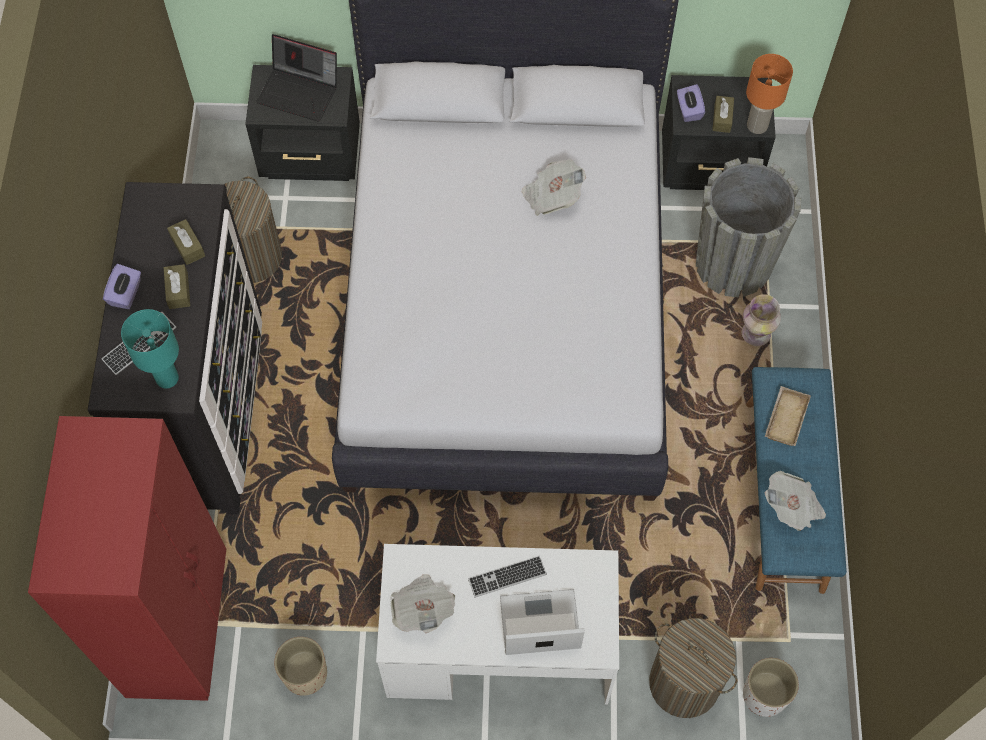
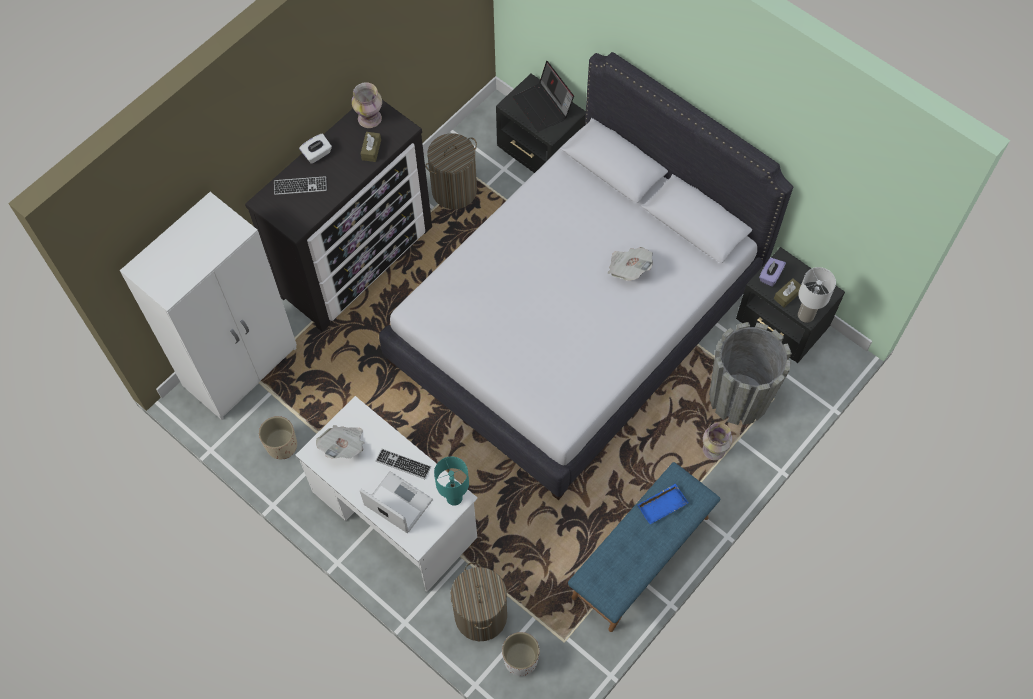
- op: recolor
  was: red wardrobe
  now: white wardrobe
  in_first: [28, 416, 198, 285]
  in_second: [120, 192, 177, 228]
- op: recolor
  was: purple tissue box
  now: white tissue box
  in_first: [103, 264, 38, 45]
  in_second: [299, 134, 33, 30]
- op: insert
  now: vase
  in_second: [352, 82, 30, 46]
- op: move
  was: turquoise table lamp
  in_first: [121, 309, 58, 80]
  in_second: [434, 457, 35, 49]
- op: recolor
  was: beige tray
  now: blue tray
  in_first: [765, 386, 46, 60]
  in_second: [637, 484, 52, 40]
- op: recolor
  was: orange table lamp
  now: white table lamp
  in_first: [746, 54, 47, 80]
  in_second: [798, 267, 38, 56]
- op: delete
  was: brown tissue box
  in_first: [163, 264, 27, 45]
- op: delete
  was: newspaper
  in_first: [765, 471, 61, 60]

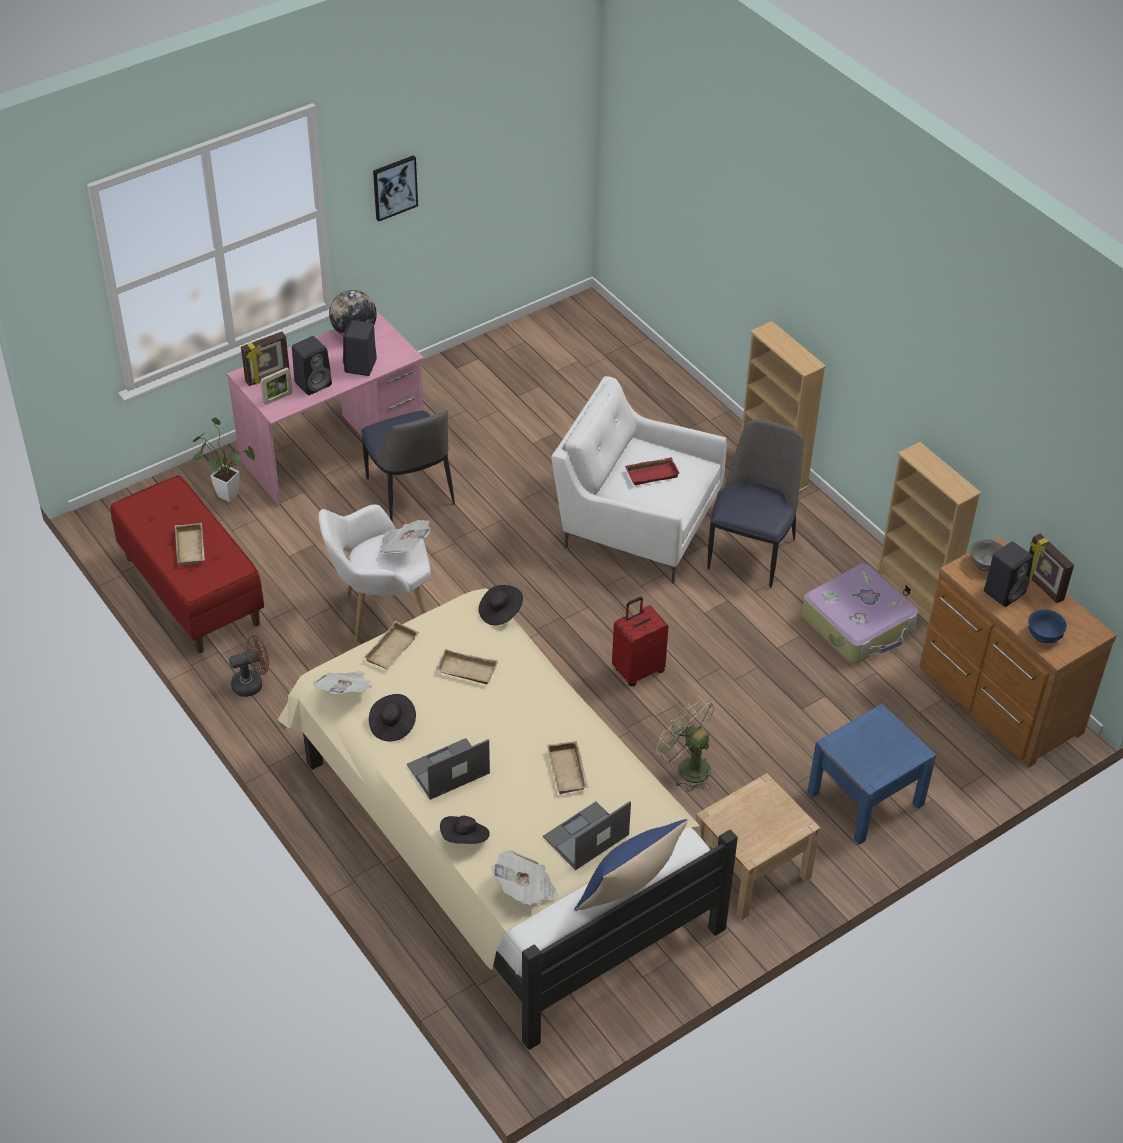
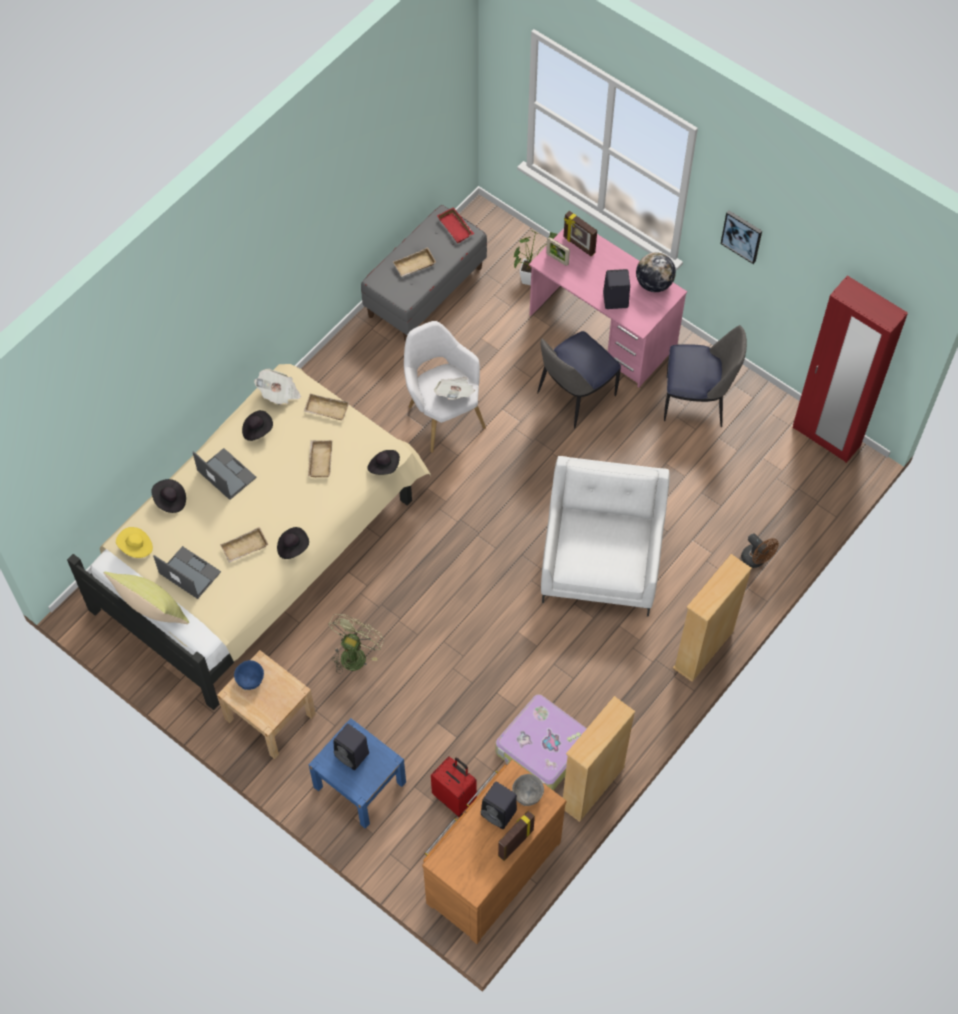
- op: recolor
  was: blue pillow
  now: yellow pillow
  in_first: [574, 819, 114, 92]
  in_second: [104, 572, 85, 52]
- op: replace
  was: newspaper
  now: yellow hat
  in_first: [491, 851, 67, 54]
  in_second: [116, 527, 37, 31]
- op: move
  was: blue bowl
  in_first: [1028, 609, 39, 34]
  in_second: [234, 660, 30, 30]
- op: insert
  now: black hat
  in_second: [277, 527, 32, 32]
- op: move
  was: black speaker
  in_first: [292, 336, 40, 59]
  in_second: [334, 724, 35, 46]
- op: recolor
  was: red bench
  now: grey bench
  in_first: [111, 475, 153, 178]
  in_second: [361, 205, 126, 137]
- op: move
  was: red suitcase
  in_first: [612, 597, 57, 89]
  in_second: [431, 757, 46, 61]
- op: move
  was: red tray
  in_first: [625, 457, 55, 28]
  in_second: [437, 207, 37, 36]
- op: move
  was: chair
  in_first: [707, 420, 97, 168]
  in_second: [664, 325, 83, 102]
- op: move
  was: brown fan
  in_first: [229, 635, 40, 62]
  in_second: [741, 533, 38, 35]
- op: insert
  now: red wardrobe
  in_second: [793, 275, 115, 188]

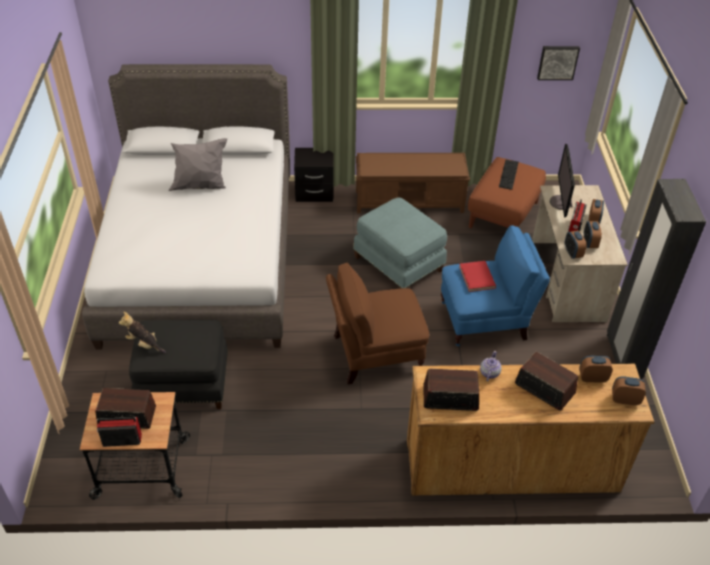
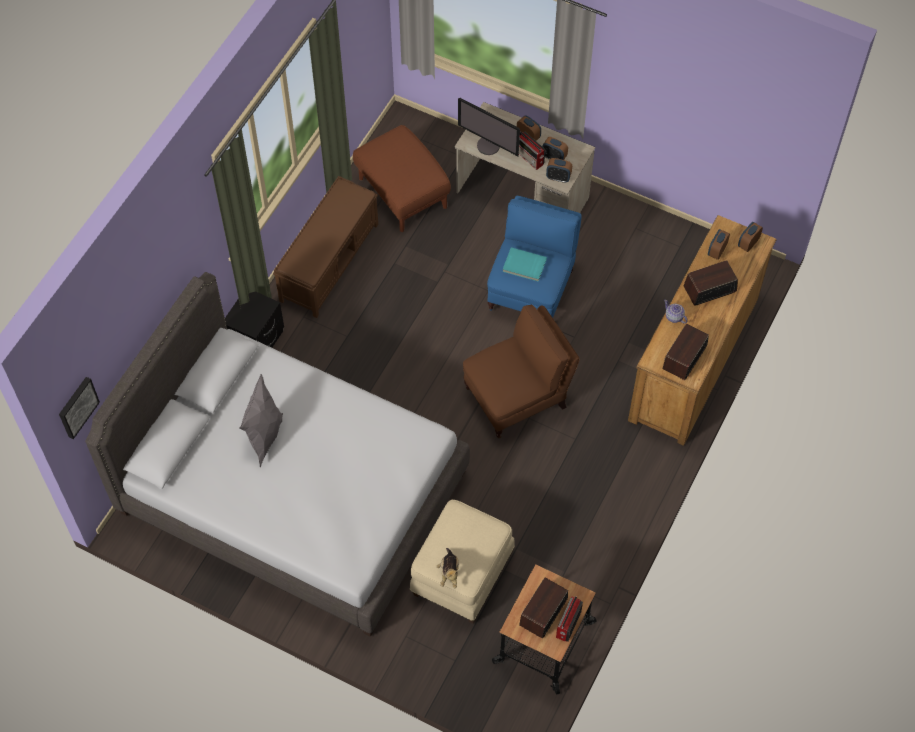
- op: move
  was: picture
  in_first: [537, 46, 43, 34]
  in_second: [59, 377, 41, 62]
- op: recolor
  was: black ottoman
  now: beige ottoman
  in_first: [129, 320, 99, 89]
  in_second: [410, 500, 105, 124]
- op: rotate
  was: plush toy
  in_first: [119, 312, 47, 41]
  in_second: [437, 548, 22, 40]
  clockwise: -60
- op: rotate
  was: brown armchair
  in_first: [326, 262, 103, 122]
  in_second: [463, 304, 116, 134]
  clockwise: -135
- op: recolor
  was: red book
  now: turquoise book
  in_first: [459, 261, 37, 31]
  in_second: [502, 247, 45, 35]
- op: delete
  was: blue ottoman
  in_first: [353, 197, 94, 92]
- op: delete
  was: keyboard
  in_first: [499, 160, 20, 30]
- op: delete
  was: black wardrobe
  in_first: [607, 179, 99, 199]

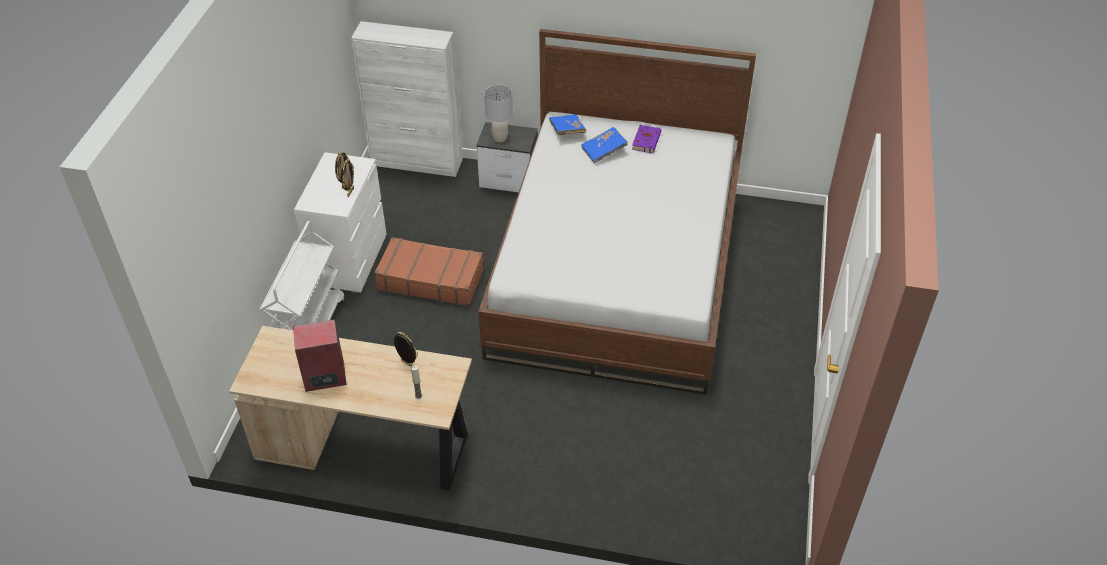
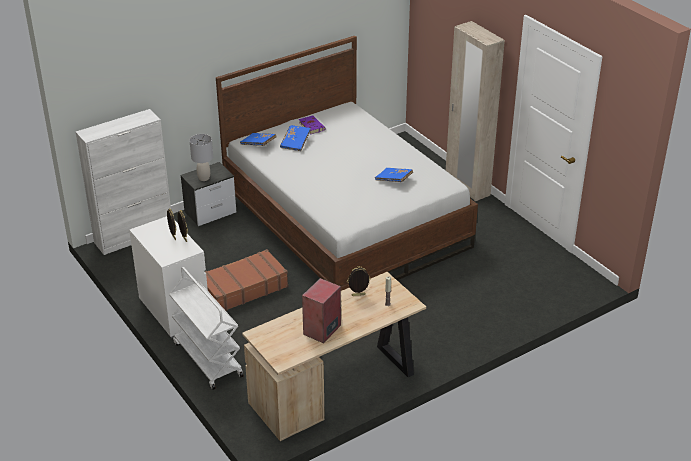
- op: insert
  now: blue book
  in_second: [375, 168, 38, 14]
- op: insert
  now: beige wardrobe
  in_second: [446, 21, 59, 180]

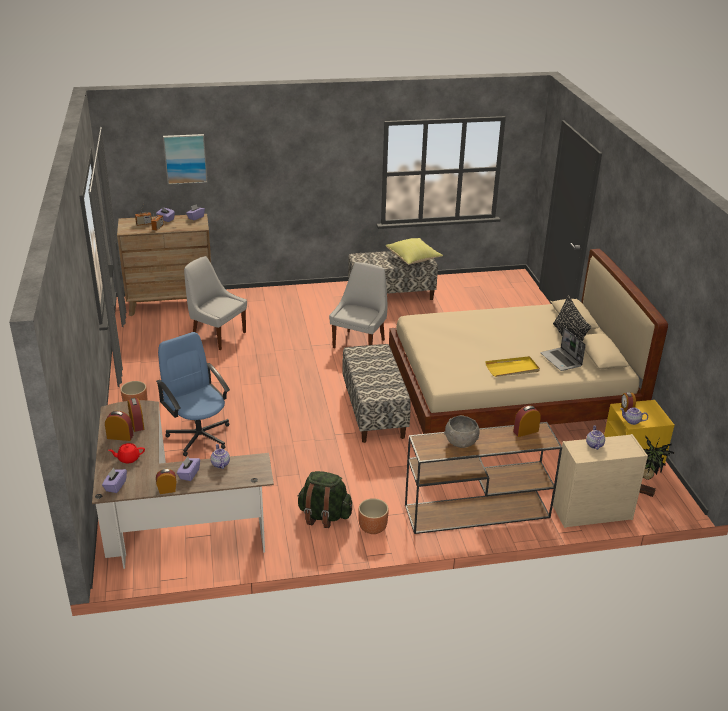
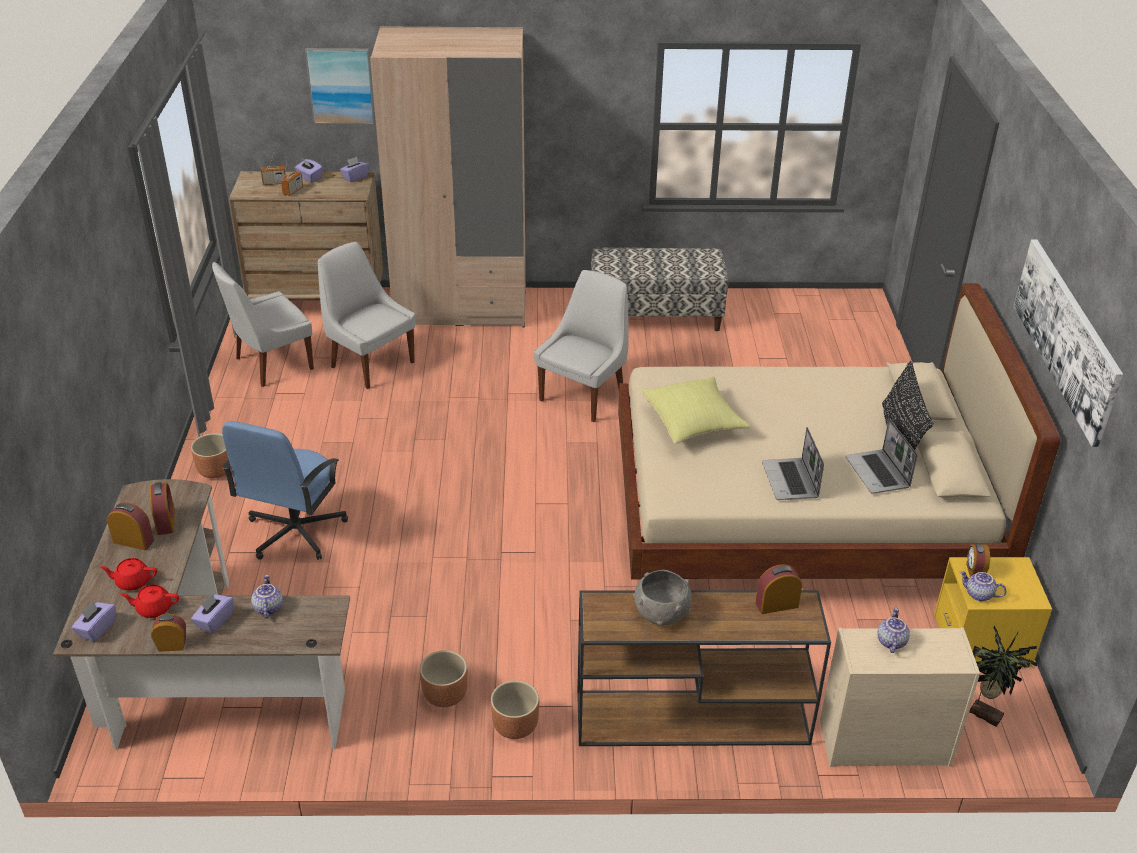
- op: insert
  now: red teapot
  in_second: [120, 584, 59, 34]
- op: insert
  now: white chair
  in_second: [212, 262, 102, 125]
- op: rotate
  was: blue office chair
  in_first: [156, 332, 74, 124]
  in_second: [222, 421, 126, 139]
  clockwise: -135
- op: insert
  now: beige wardrobe
  in_second: [370, 26, 156, 301]
- op: replace
  was: green backpack
  now: brown planter
  in_first: [298, 471, 54, 57]
  in_second: [420, 650, 48, 57]
- op: move
  was: yellow pillow
  in_first: [386, 238, 57, 27]
  in_second: [642, 376, 108, 68]
- op: replace
  was: yellow tray
  now: laptop
  in_first: [485, 356, 55, 21]
  in_second: [762, 427, 62, 73]
- op: insert
  now: picture
  in_second: [1013, 239, 110, 208]
- op: delete
  was: bench
  in_first: [342, 344, 69, 99]

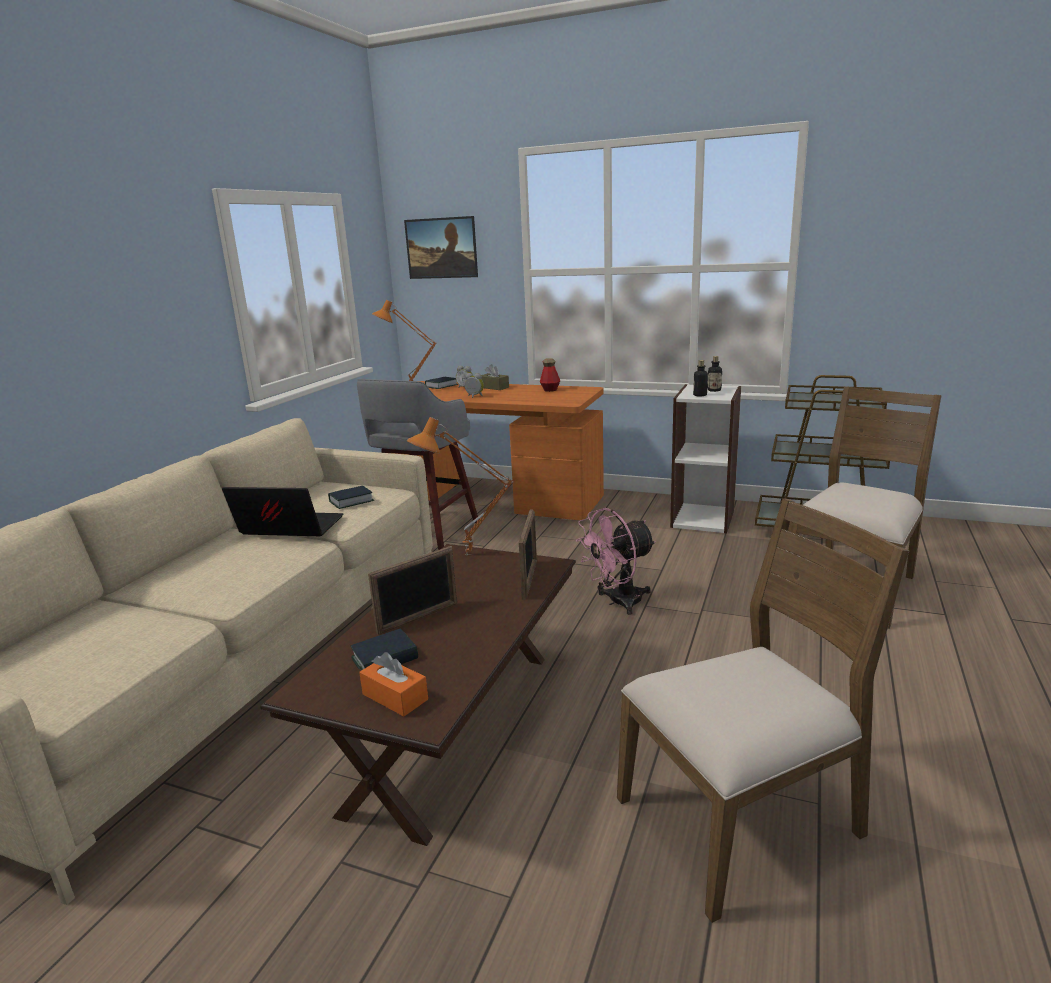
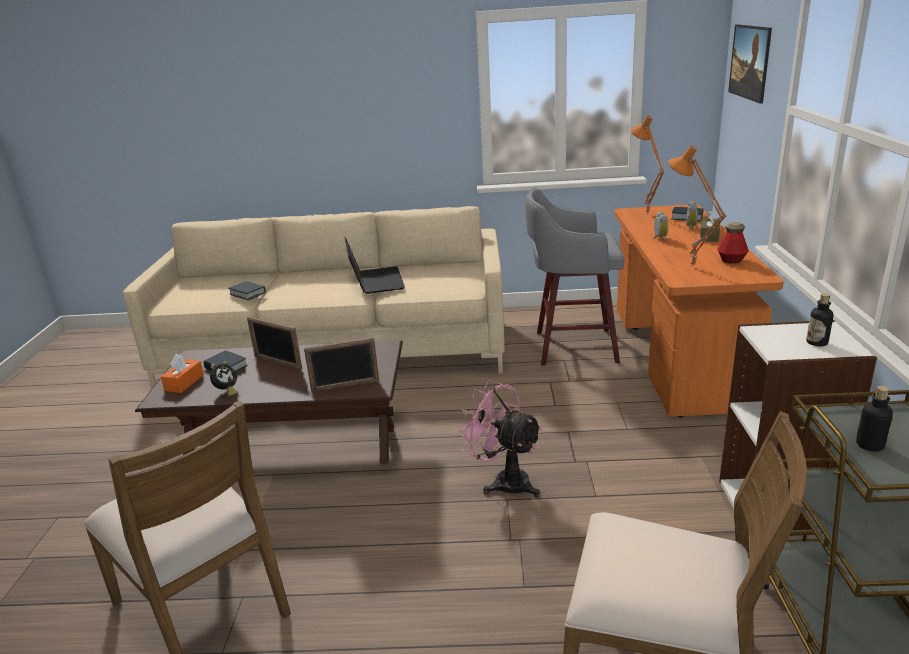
- op: insert
  now: alarm clock
  in_second: [210, 361, 28, 36]
- op: move
  was: book
  in_first: [328, 486, 46, 23]
  in_second: [229, 281, 37, 19]
- op: move
  was: orange table lamp
  in_first: [407, 417, 106, 138]
  in_second: [668, 145, 58, 123]
- op: move
  was: bottle
  in_first: [693, 360, 15, 37]
  in_second: [856, 386, 37, 66]

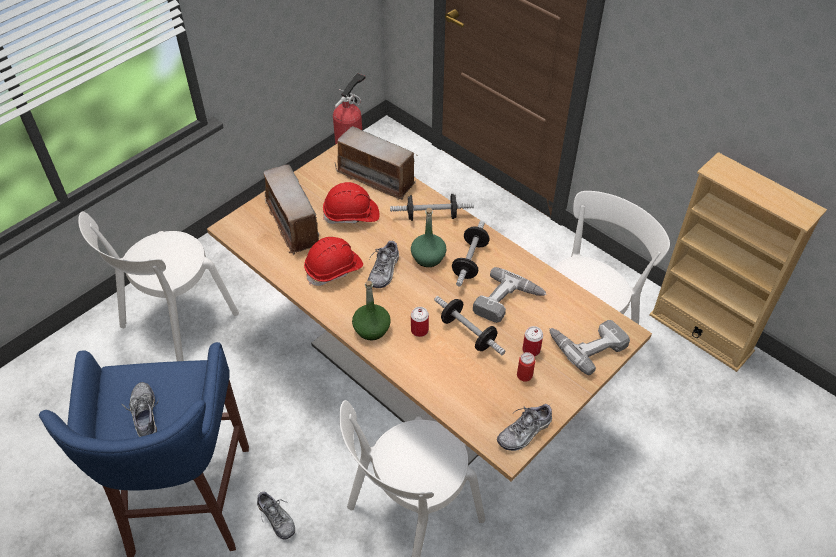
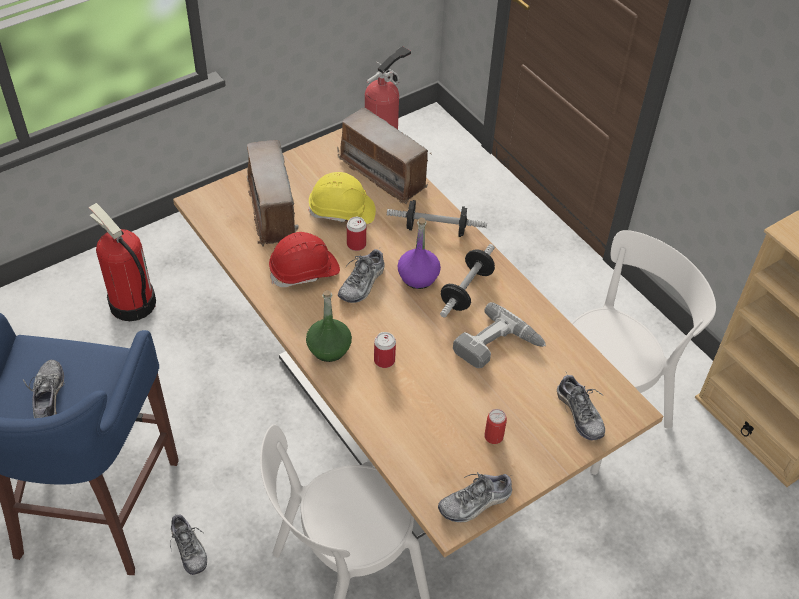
- op: replace
  was: white chair
  now: fire extinguisher
  in_first: [78, 211, 161, 150]
  in_second: [89, 203, 67, 118]
- op: recolor
  was: red hard hat
  now: yellow hard hat
  in_first: [323, 182, 57, 42]
  in_second: [308, 172, 68, 52]
- op: move
  was: can
  in_first: [522, 326, 21, 30]
  in_second: [347, 217, 19, 34]
- op: recolor
  was: green bottle
  now: purple bottle
  in_first: [411, 208, 35, 59]
  in_second: [397, 218, 44, 71]
- op: replace
  was: power drill
  now: shoe
  in_first: [549, 320, 81, 55]
  in_second: [557, 371, 48, 70]
- op: delete
  was: dumbbell
  in_first: [434, 296, 71, 59]

